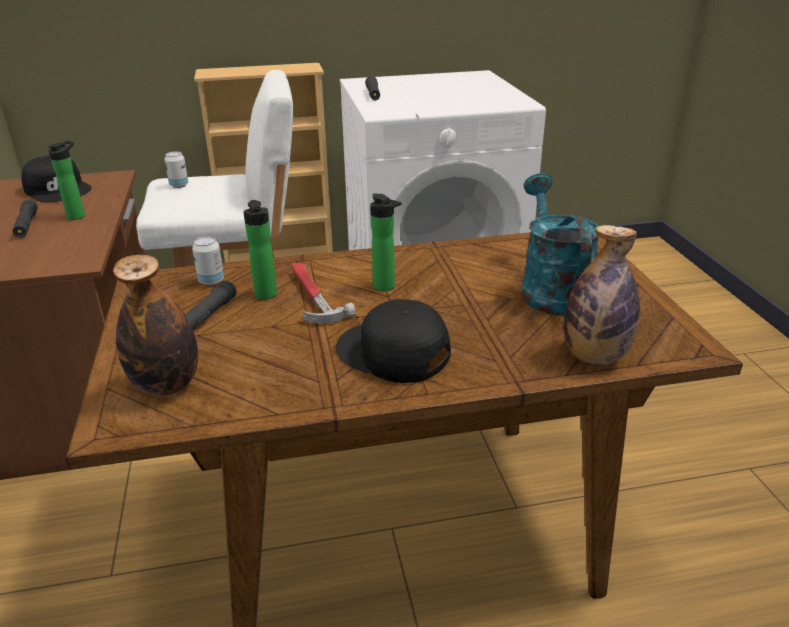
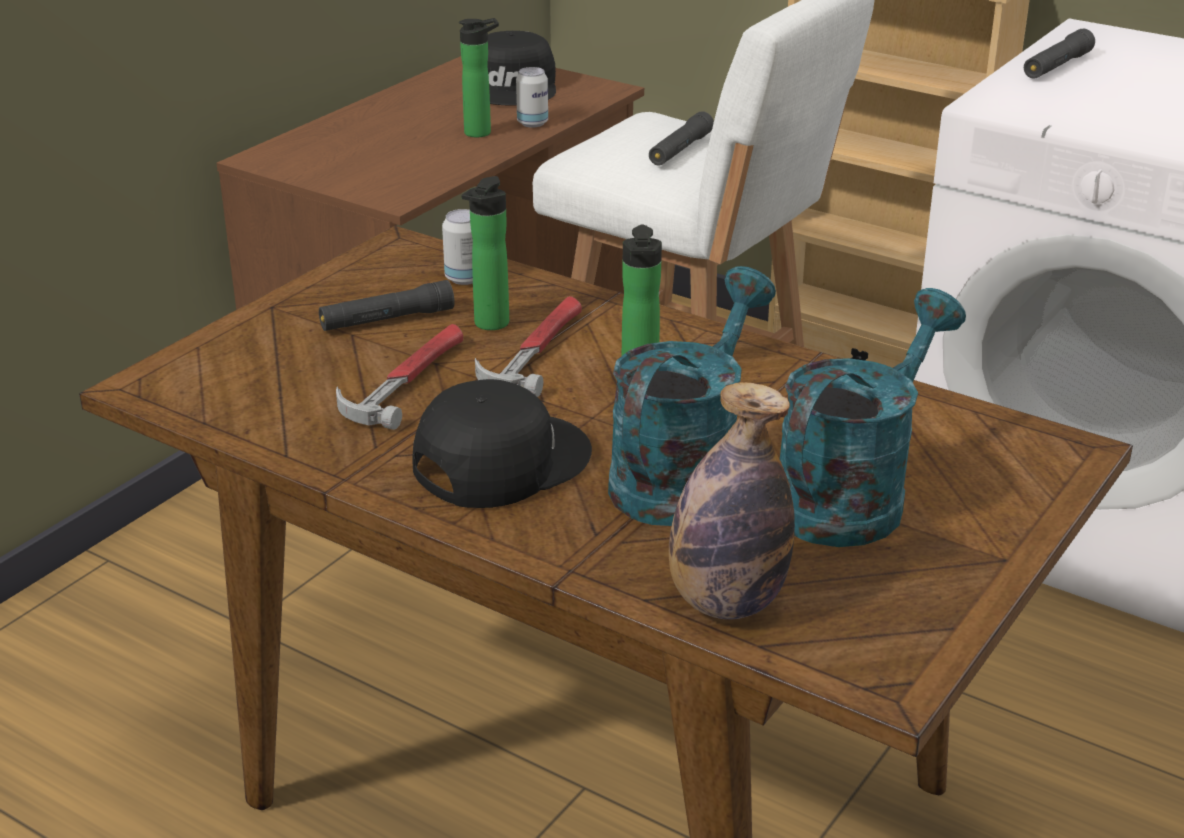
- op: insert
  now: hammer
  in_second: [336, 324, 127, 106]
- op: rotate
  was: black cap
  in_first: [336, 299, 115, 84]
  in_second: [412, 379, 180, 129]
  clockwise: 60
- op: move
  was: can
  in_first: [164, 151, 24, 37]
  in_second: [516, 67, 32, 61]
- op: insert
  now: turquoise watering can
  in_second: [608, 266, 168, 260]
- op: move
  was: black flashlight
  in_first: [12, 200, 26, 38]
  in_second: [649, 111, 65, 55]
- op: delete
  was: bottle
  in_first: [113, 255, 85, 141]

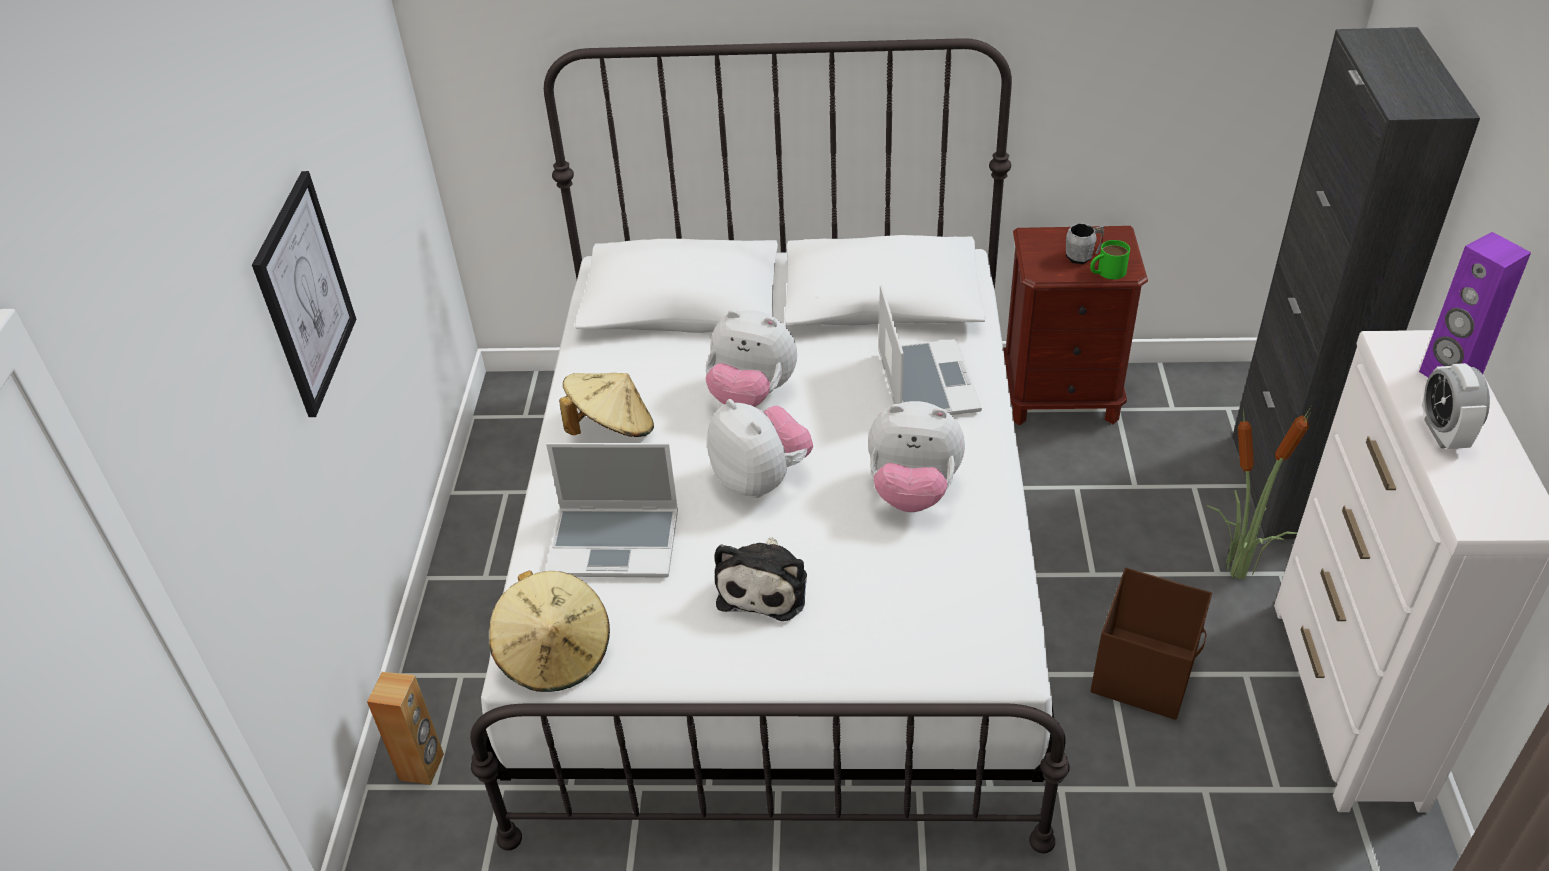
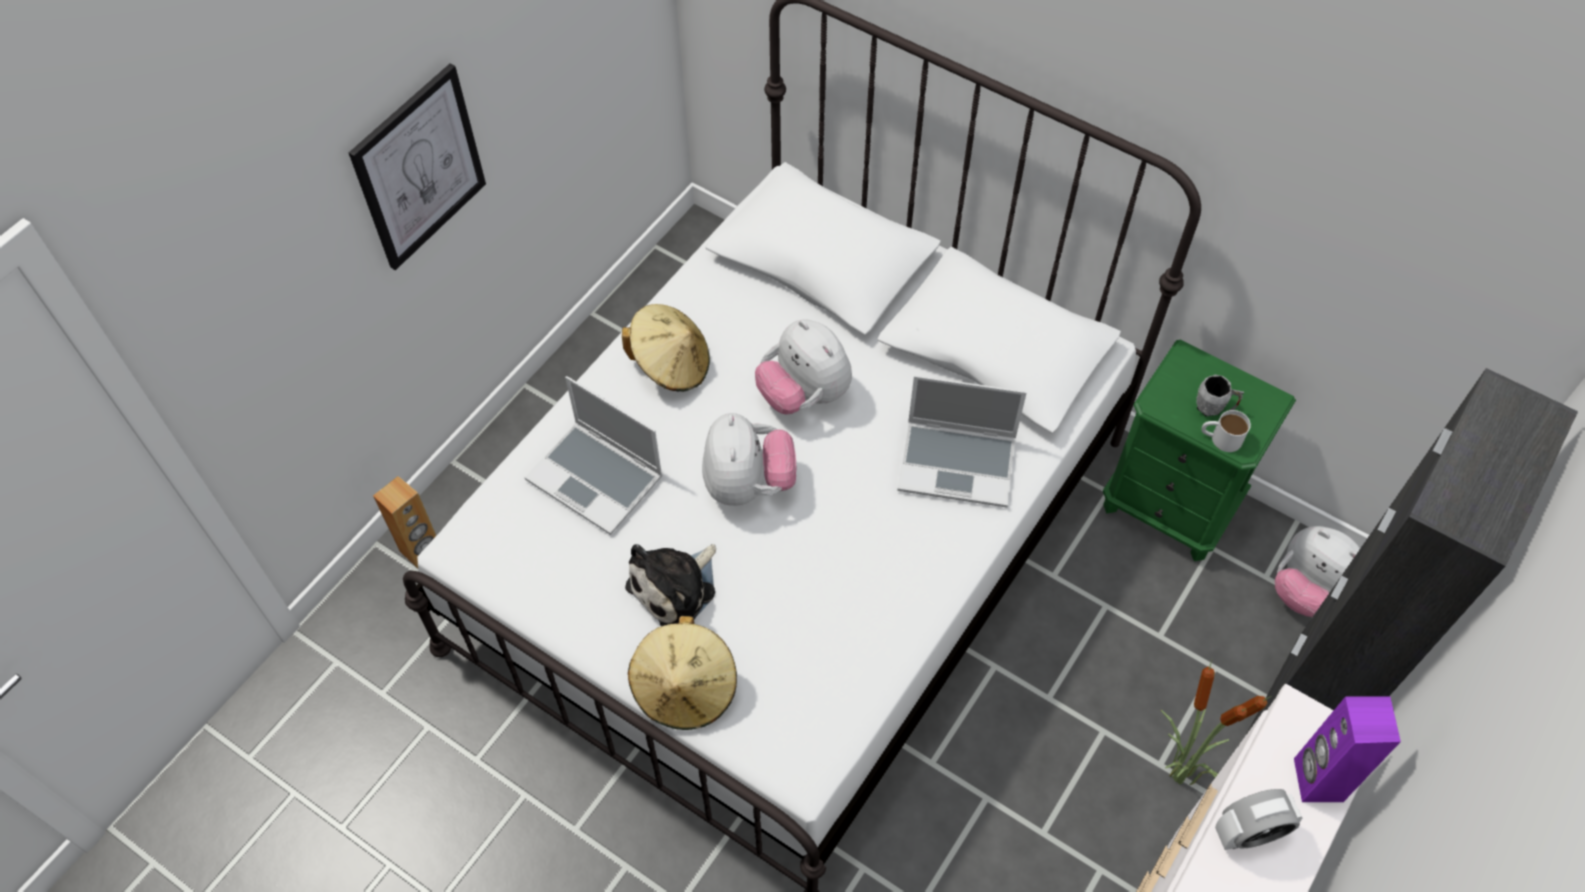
- op: move
  was: beige hat
  in_first: [489, 571, 121, 121]
  in_second: [628, 616, 109, 114]
- op: rotate
  was: laptop
  in_first: [879, 285, 103, 130]
  in_second: [897, 375, 130, 133]
  clockwise: 75
- op: recolor
  was: brown nightstand
  now: green nightstand
  in_first: [1003, 226, 145, 199]
  in_second: [1103, 340, 193, 221]
- op: recolor
  was: green mug
  now: white mug
  in_first: [1090, 240, 40, 39]
  in_second: [1202, 410, 49, 42]
- op: rotate
  was: alarm clock
  in_first: [1422, 363, 68, 86]
  in_second: [1215, 789, 87, 61]
  clockwise: -135
- op: move
  was: plush toy
  in_first: [868, 401, 97, 111]
  in_second: [1275, 526, 85, 91]
- op: delete
  was: brown storage box
  in_first: [1091, 568, 121, 152]

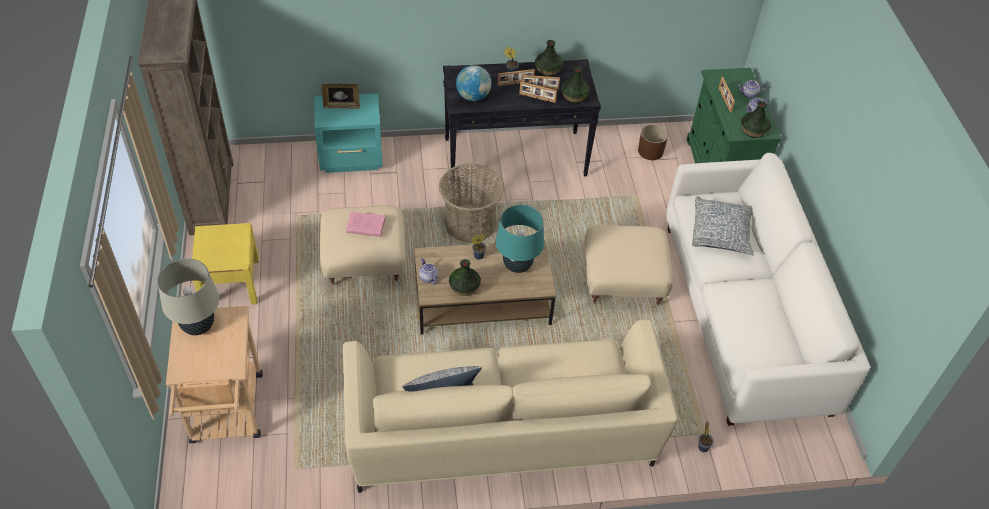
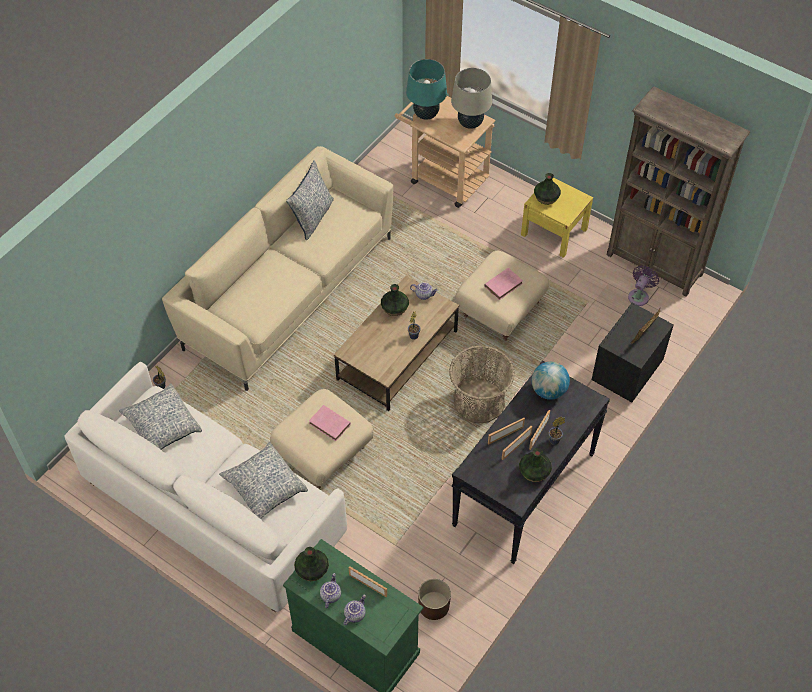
- op: insert
  now: pillow
  in_second: [119, 383, 83, 66]
- op: insert
  now: pink book
  in_second: [309, 405, 42, 36]
- op: move
  was: turquoise table lamp
  in_first: [496, 204, 48, 69]
  in_second: [406, 59, 41, 61]
- op: move
  was: vase
  in_first: [561, 66, 29, 37]
  in_second: [534, 173, 27, 32]
- op: recolor
  was: turquoise nightstand
  now: black nightstand
  in_first: [314, 93, 69, 80]
  in_second: [592, 303, 82, 99]
- op: insert
  now: purple fan
  in_second: [628, 265, 31, 41]

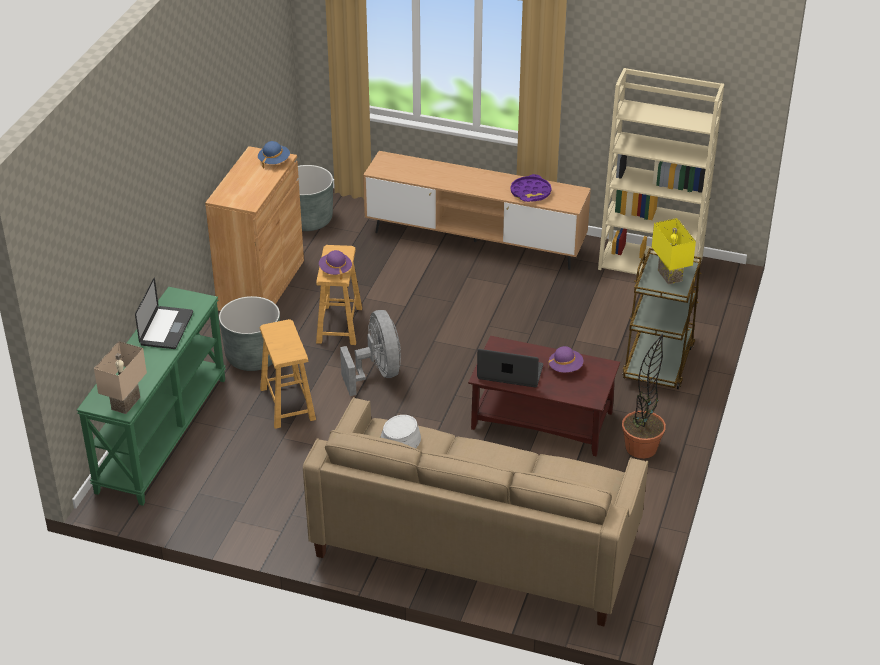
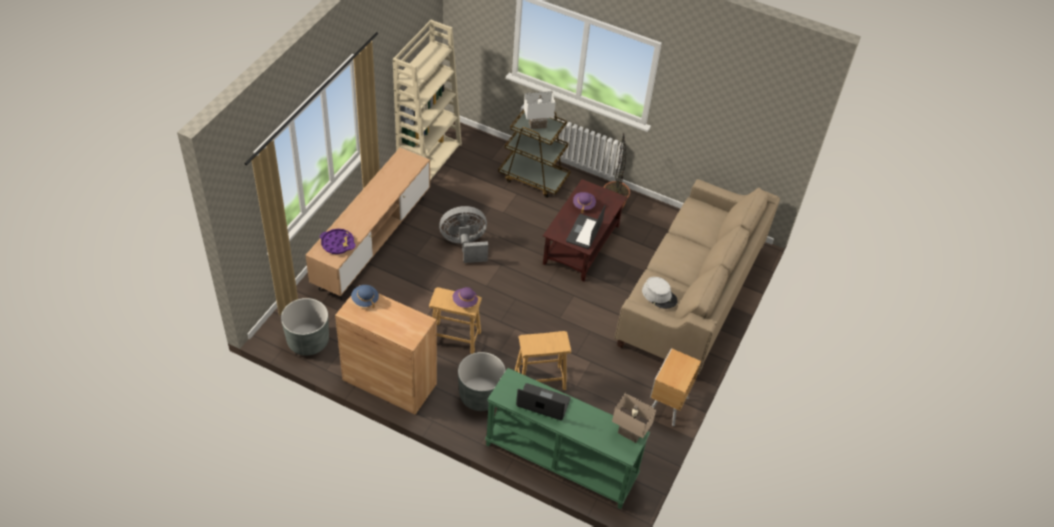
- op: move
  was: purple tray
  in_first: [510, 174, 42, 28]
  in_second: [320, 229, 36, 25]
- op: move
  was: grey fan
  in_first: [340, 310, 61, 86]
  in_second: [439, 206, 49, 57]
- op: recolor
  was: yellow table lamp
  now: white table lamp
  in_first: [652, 218, 44, 67]
  in_second: [524, 91, 32, 38]
- op: insert
  now: brown nightstand
  in_second: [650, 348, 51, 78]

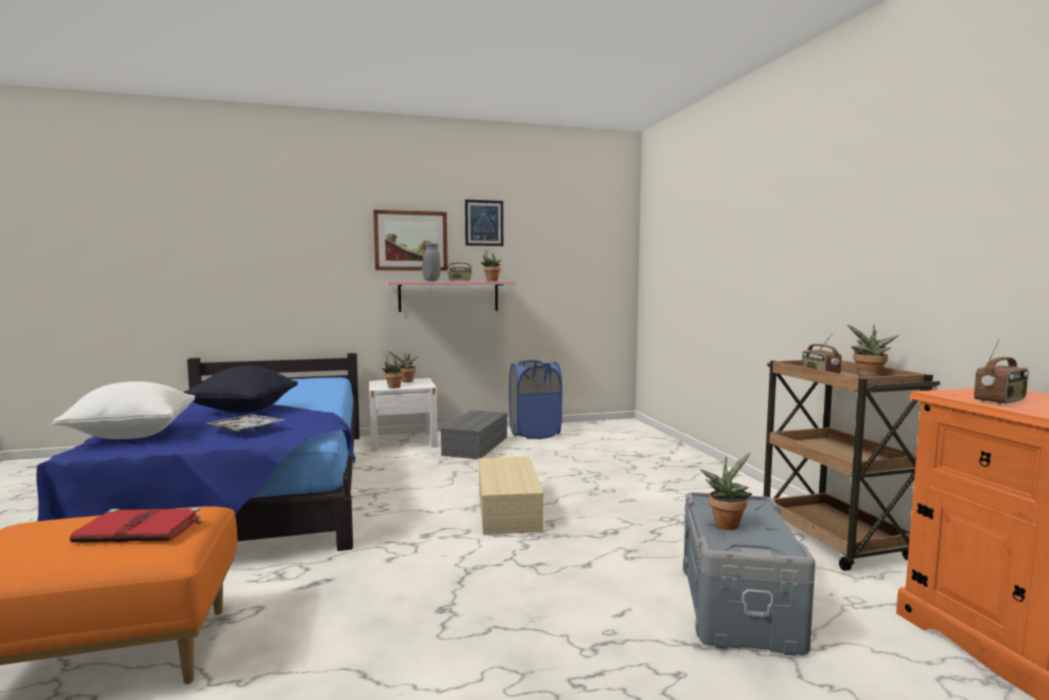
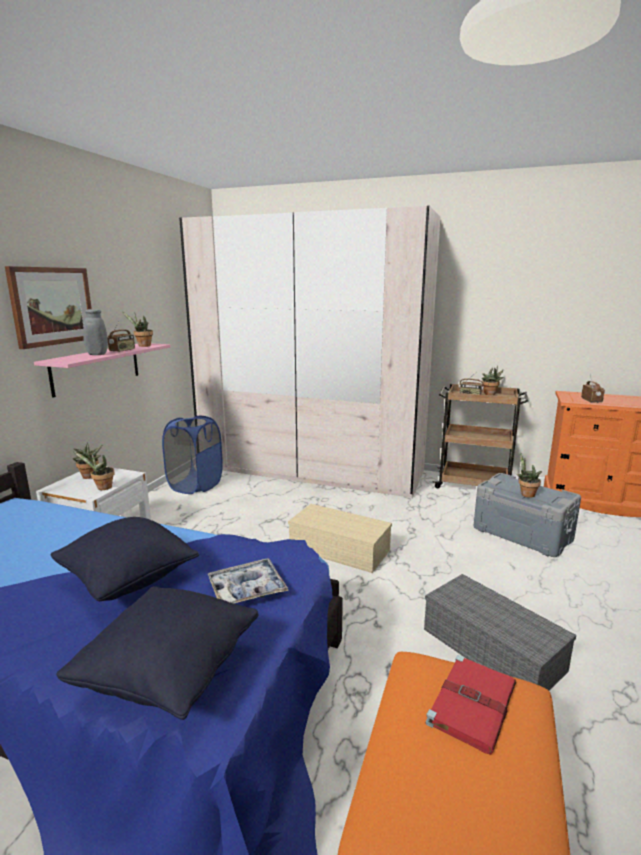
- op: recolor
  was: white pillow
  now: black pillow
  in_first: [52, 381, 143, 58]
  in_second: [56, 586, 203, 134]
- op: insert
  now: beige wardrobe
  in_second: [179, 206, 262, 293]
- op: move
  was: grey storage box
  in_first: [440, 410, 67, 49]
  in_second: [424, 574, 152, 116]
- op: delete
  was: picture
  in_first: [465, 199, 38, 47]

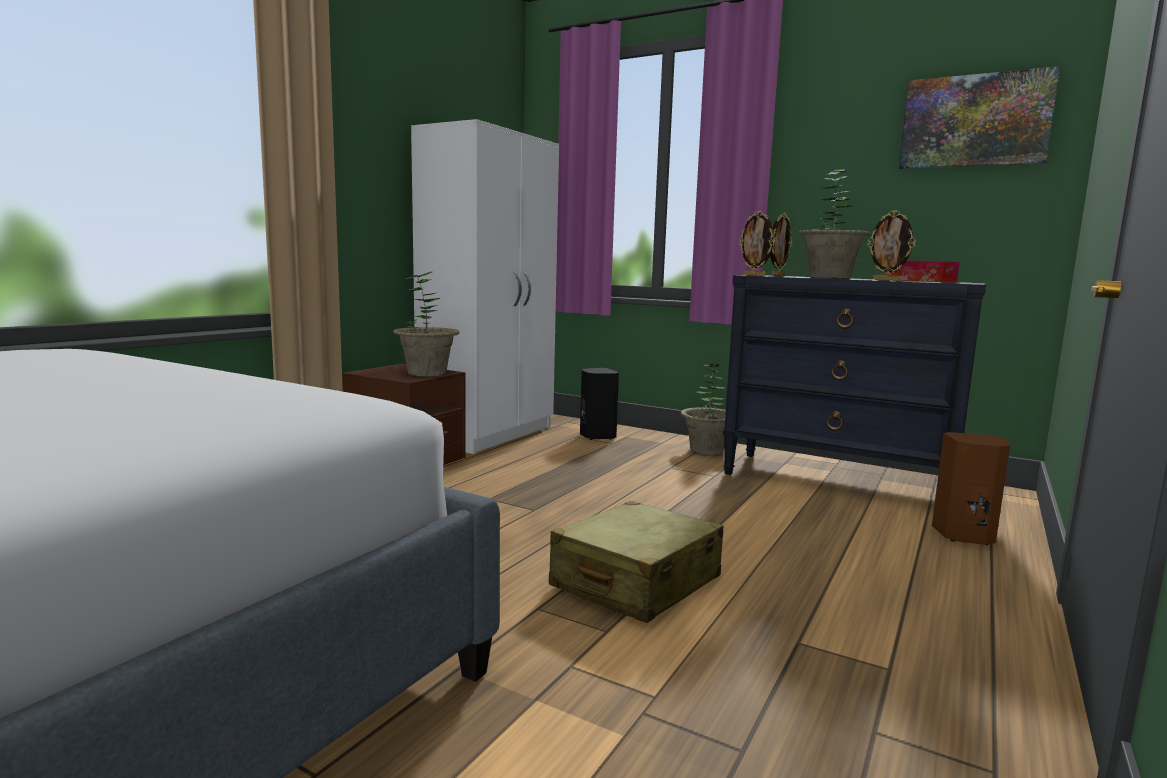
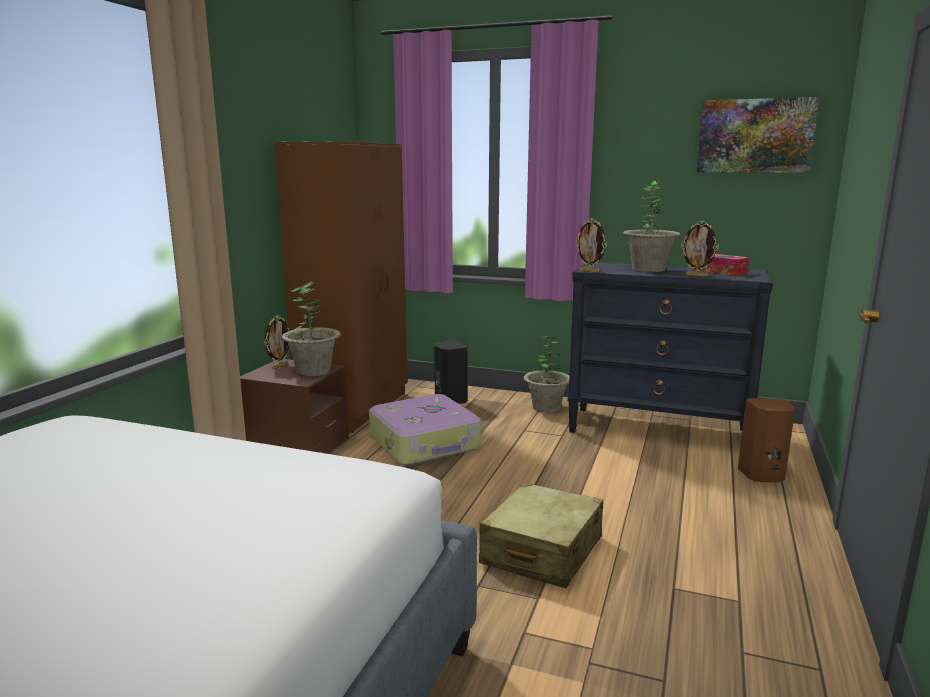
- op: move
  was: picture frame
  in_first: [770, 213, 22, 63]
  in_second: [264, 316, 26, 53]
- op: recolor
  was: white wardrobe
  now: brown wardrobe
  in_first: [411, 119, 148, 335]
  in_second: [275, 141, 132, 292]
- op: insert
  now: suitcase
  in_second: [369, 394, 112, 71]

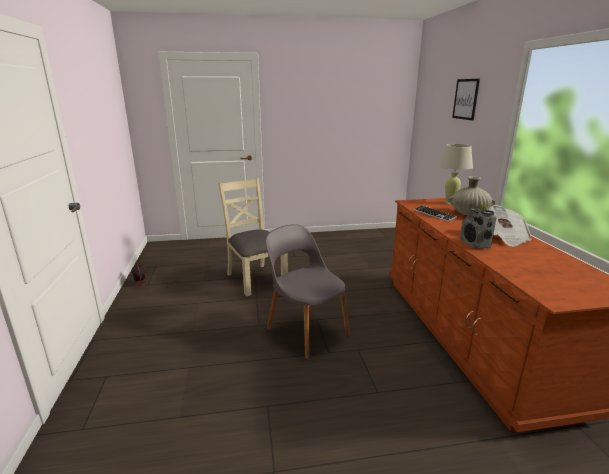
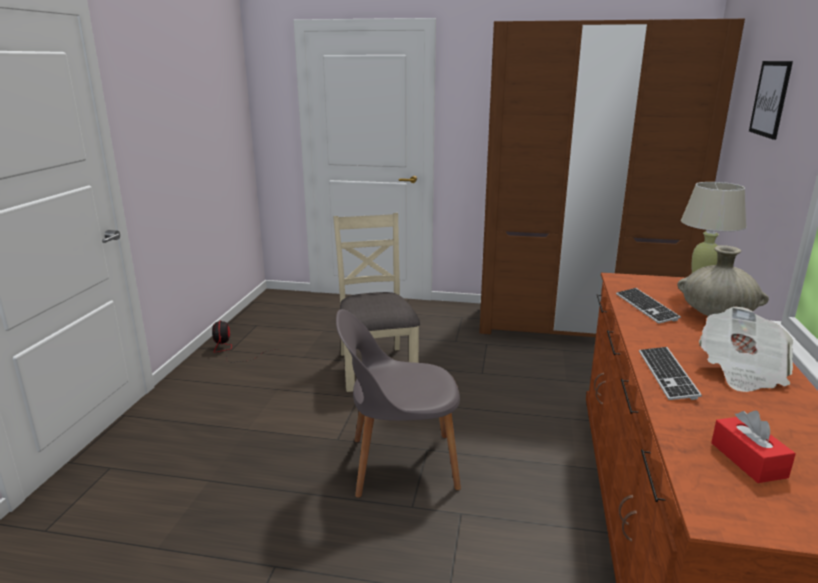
- op: rotate
  was: grey chair
  in_first: [265, 224, 85, 135]
  in_second: [336, 309, 125, 189]
  clockwise: -75
- op: insert
  now: brown wardrobe
  in_second: [479, 19, 266, 318]
- op: replace
  was: radio
  now: keyboard
  in_first: [460, 205, 37, 44]
  in_second: [639, 347, 63, 53]
- op: insert
  now: red tissue box
  in_second: [711, 410, 85, 73]

